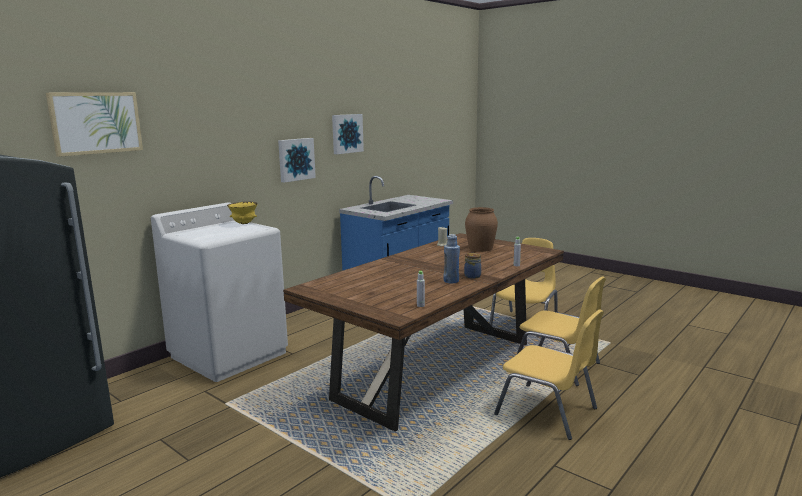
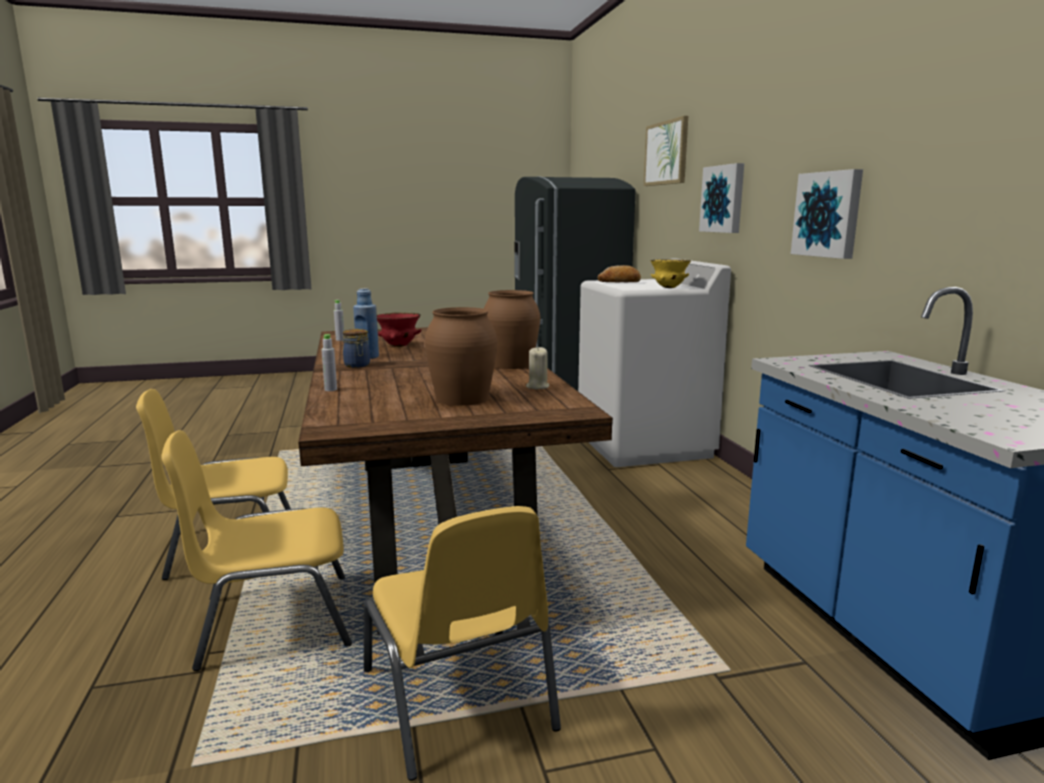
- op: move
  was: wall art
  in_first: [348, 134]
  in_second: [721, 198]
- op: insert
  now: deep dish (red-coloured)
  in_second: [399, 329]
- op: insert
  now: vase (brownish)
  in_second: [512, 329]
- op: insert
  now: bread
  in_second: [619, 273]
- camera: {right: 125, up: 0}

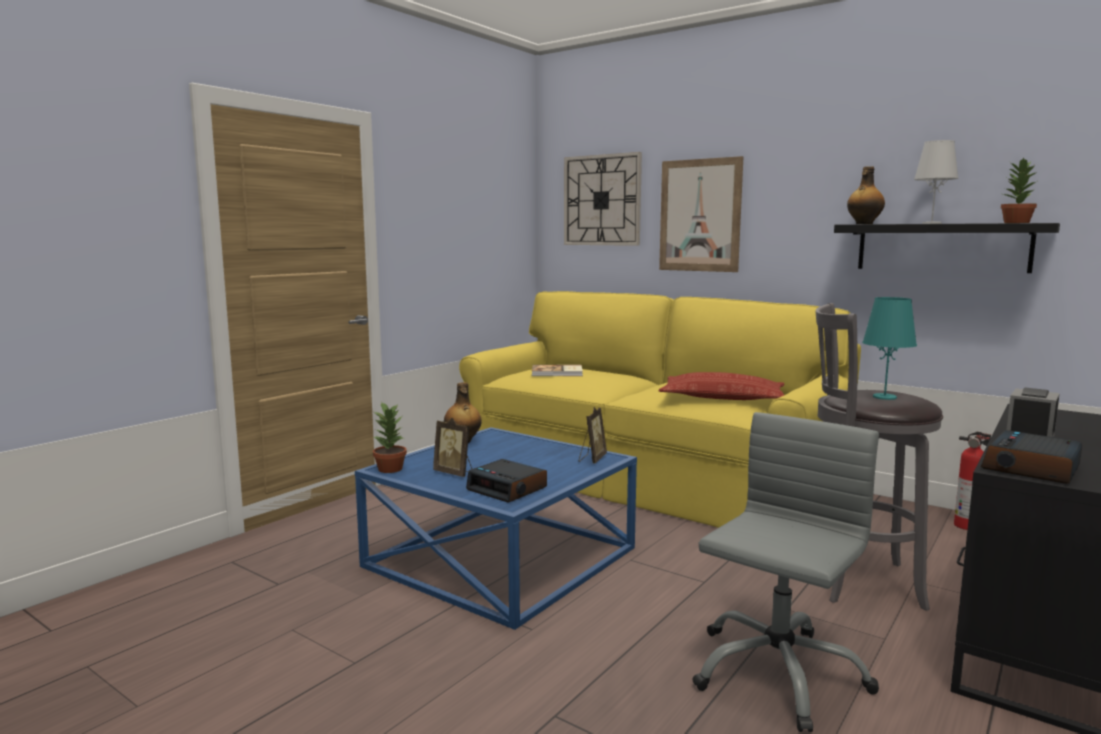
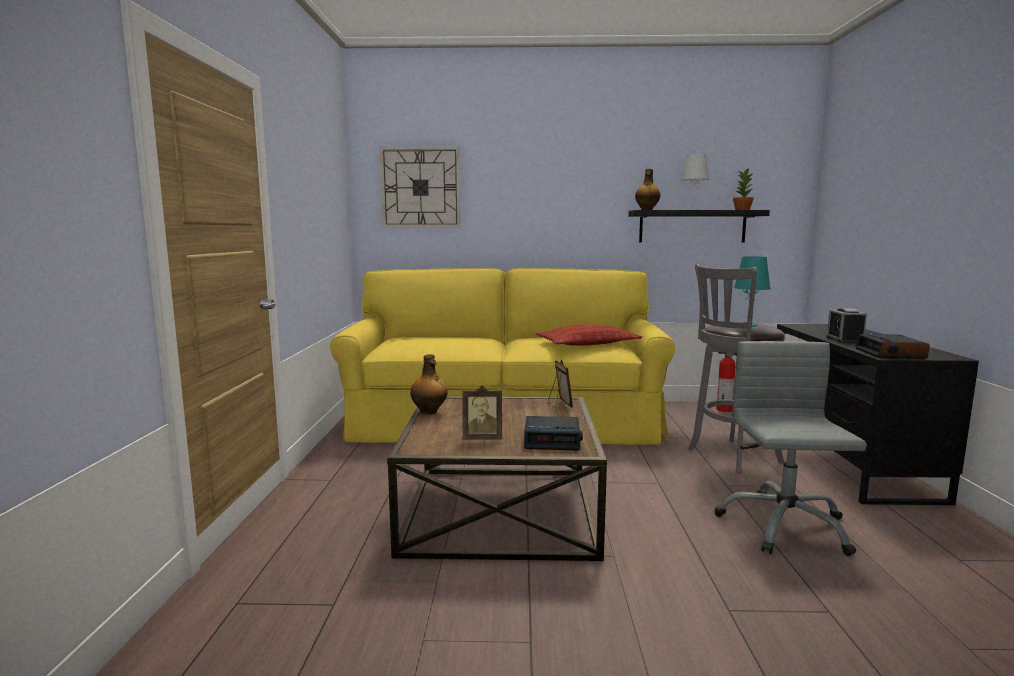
- op: recolor
  was: lounge table (bluish)
  now: lounge table (brownish)
  in_first: [496, 528]
  in_second: [497, 478]
- op: delete
  was: plant in a pot
  in_first: [390, 437]
- op: delete
  was: volume
  in_first: [557, 370]
- op: delete
  was: wall art
  in_first: [701, 214]
- camera: {right: -35, up: 0}

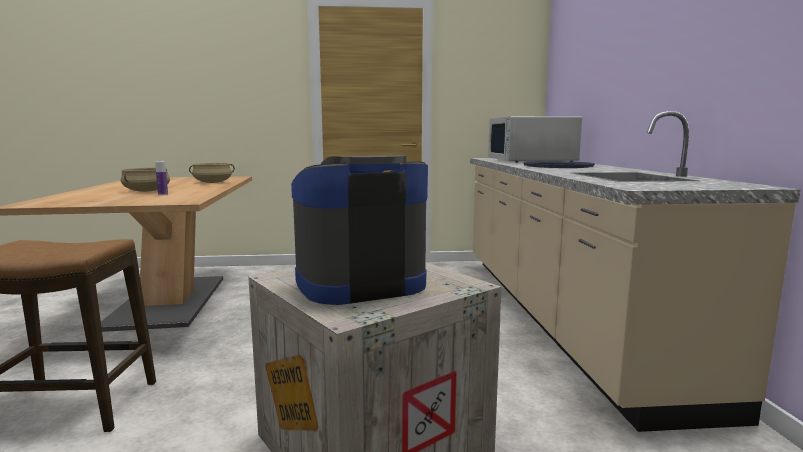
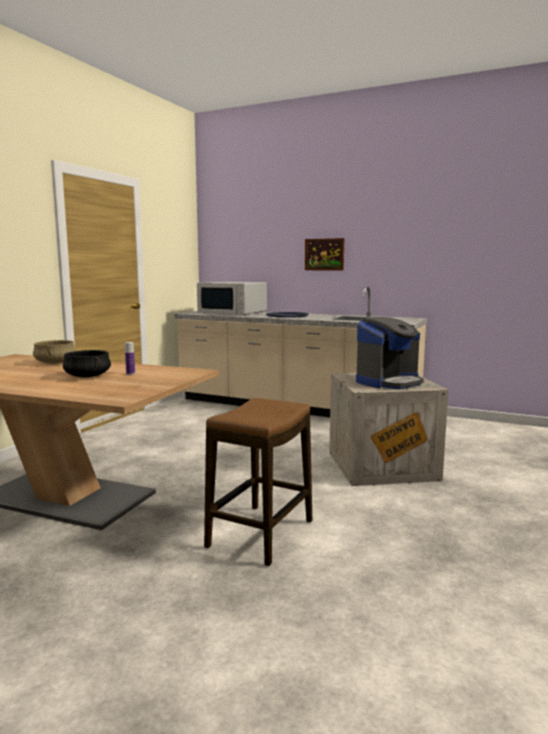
- op: recolor
  was: saucepot (sand-coloured)
  now: saucepot (black-coloured)
  in_first: [145, 180]
  in_second: [87, 363]
- op: rotate
  was: coffee maker
  in_first: [359, 230]
  in_second: [390, 353]
  clockwise: -135
- op: insert
  now: wall art
  in_second: [325, 254]
- camera: {right: -60, up: 0}

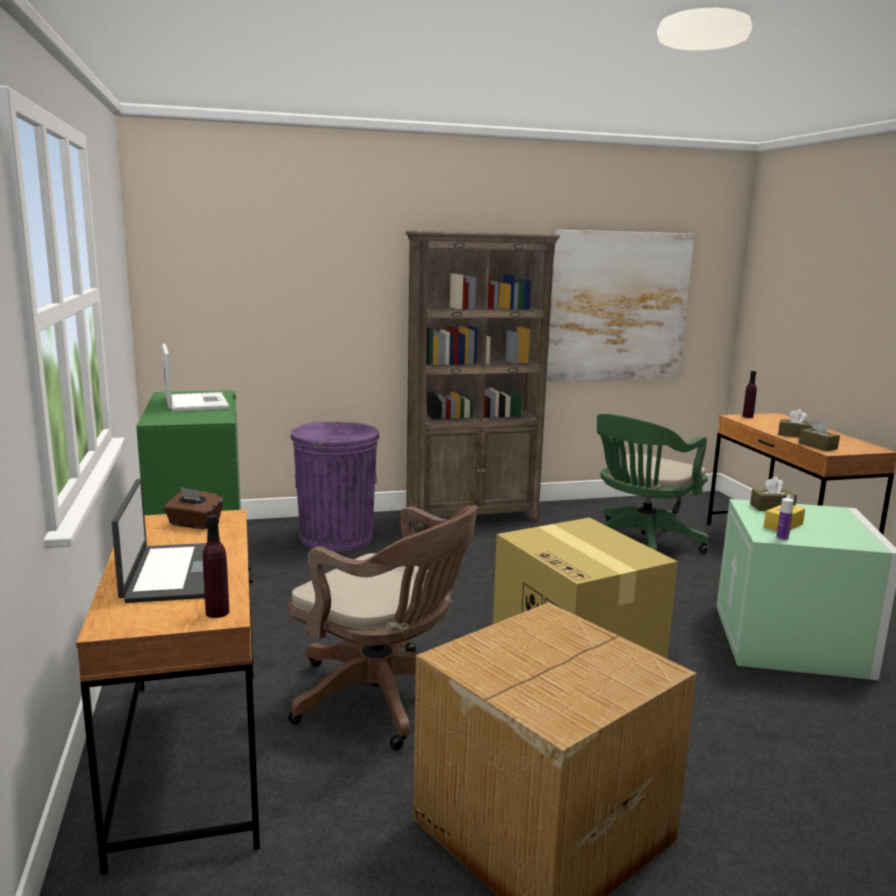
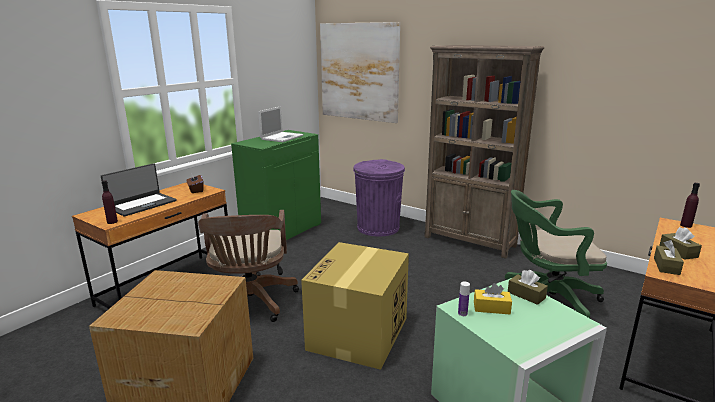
- op: move
  was: wall art
  in_first: [620, 306]
  in_second: [360, 72]
- camera: {right: 50, up: 5}

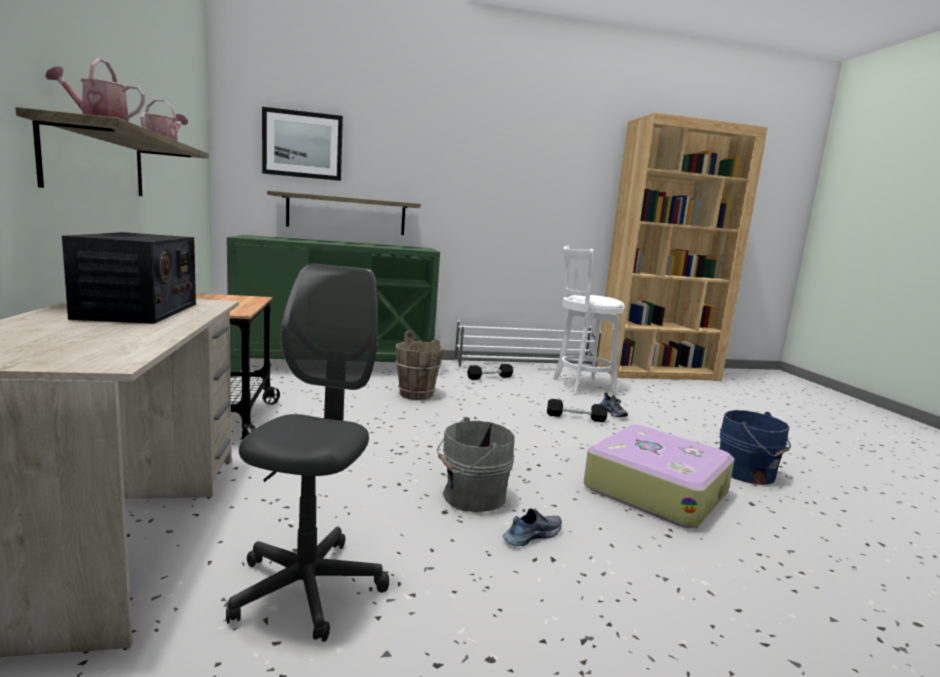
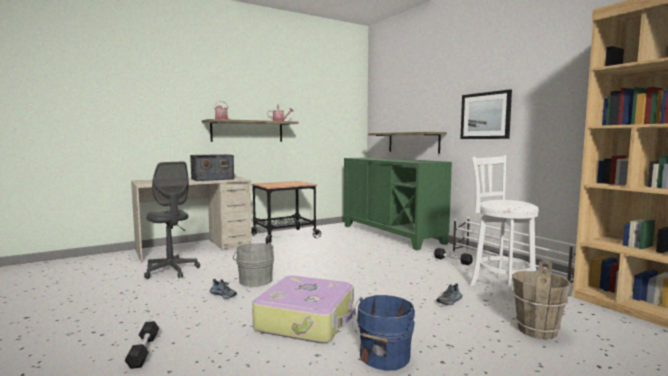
- op: rotate
  was: office chair (greyish)
  in_first: [307, 452]
  in_second: [172, 220]
  clockwise: 60
- op: move
  was: wall art
  in_first: [302, 144]
  in_second: [486, 114]
- op: move
  was: bucket (brownish)
  in_first: [419, 365]
  in_second: [541, 299]
- op: move
  was: hand weight (black-coloured)
  in_first: [577, 410]
  in_second: [142, 345]
- camera: {right: 70, up: -5}

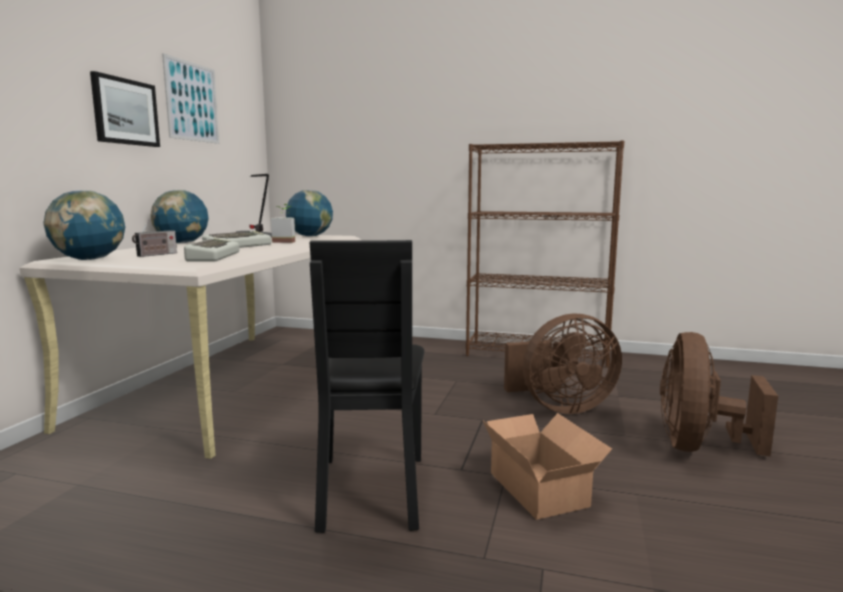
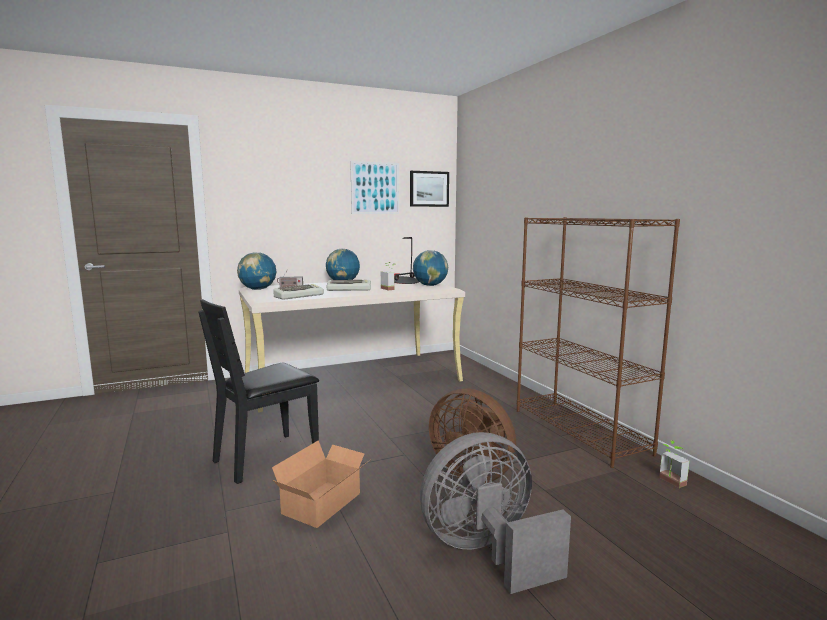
- op: move
  was: wall art
  in_first: [125, 109]
  in_second: [429, 189]
- op: recolor
  was: cooling fan (brownish)
  now: cooling fan (greyish)
  in_first: [719, 394]
  in_second: [495, 513]
- op: insert
  now: plant in a pot
  in_second: [674, 464]
- camera: {right: 50, up: 0}

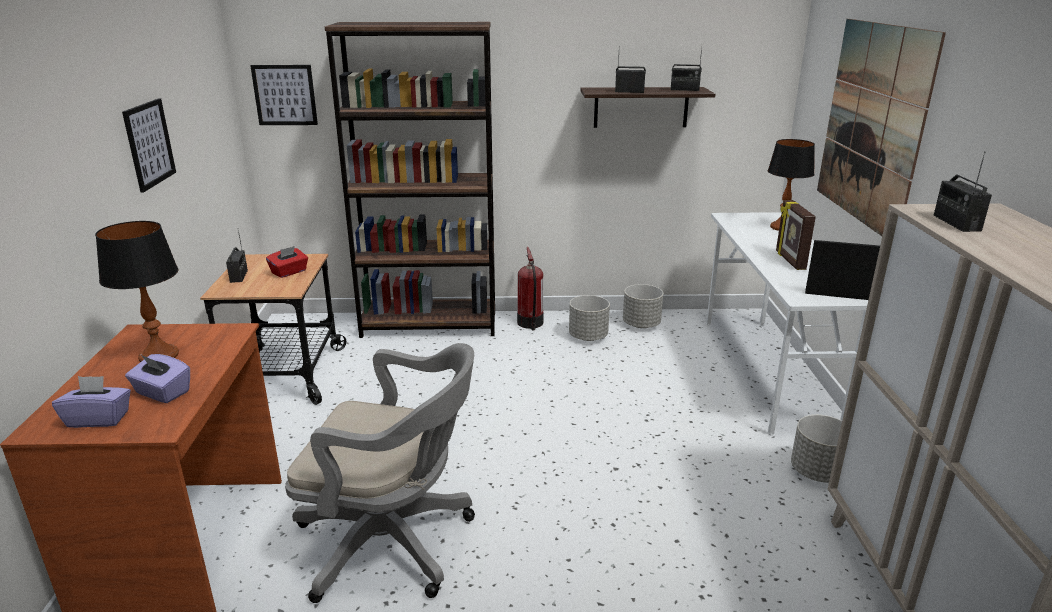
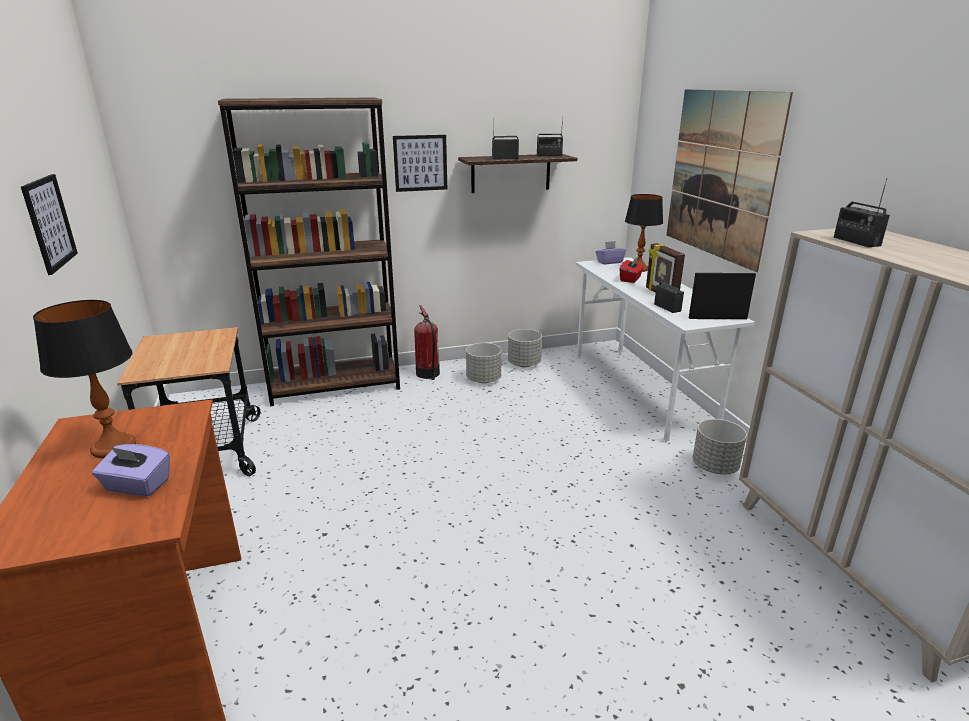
- op: move
  was: tissue box (purplish)
  in_first: [91, 402]
  in_second: [611, 252]
- op: move
  was: radio receiver
  in_first: [237, 256]
  in_second: [669, 290]
- op: move
  was: wall art
  in_first: [284, 95]
  in_second: [420, 163]
- op: move
  was: tissue box (red-coloured)
  in_first: [287, 262]
  in_second: [632, 270]
- op: delete
  was: office chair (greyish)
  in_first: [380, 473]
- camera: {right: -15, up: 0}

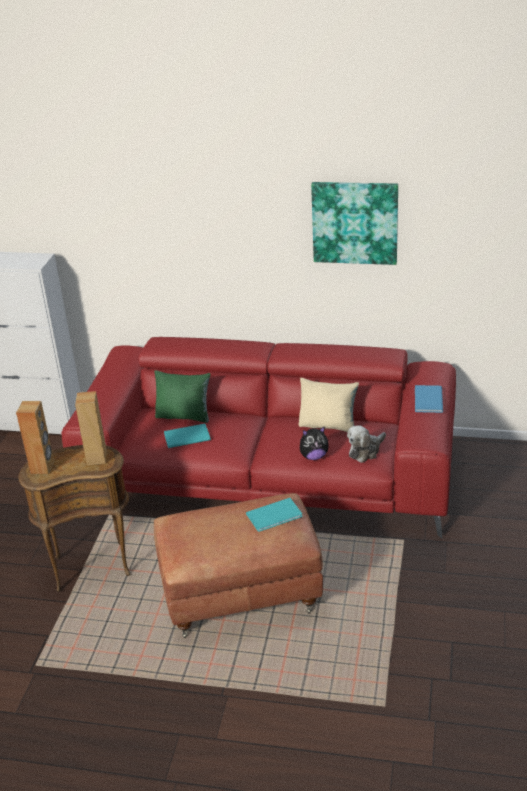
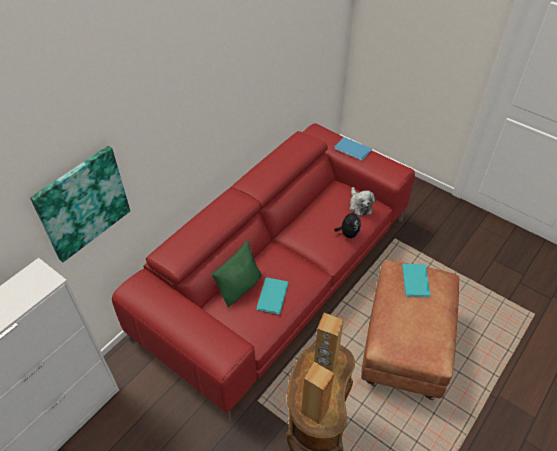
- op: delete
  was: cushion (sand-coloured)
  in_first: [329, 405]
- op: move
  was: wall art
  in_first: [354, 223]
  in_second: [80, 204]
- camera: {right: -65, up: 15}

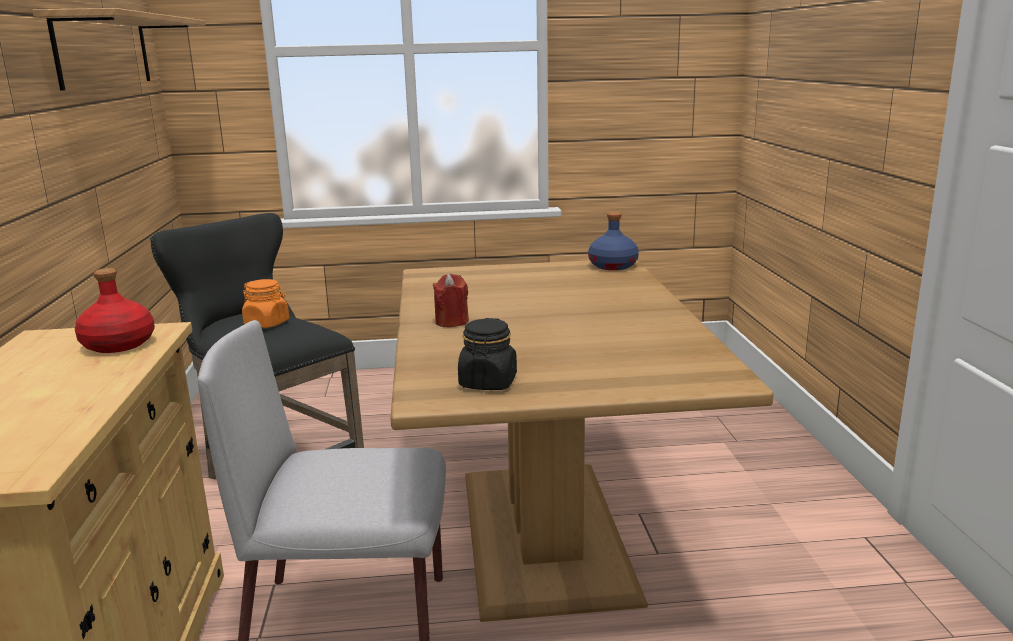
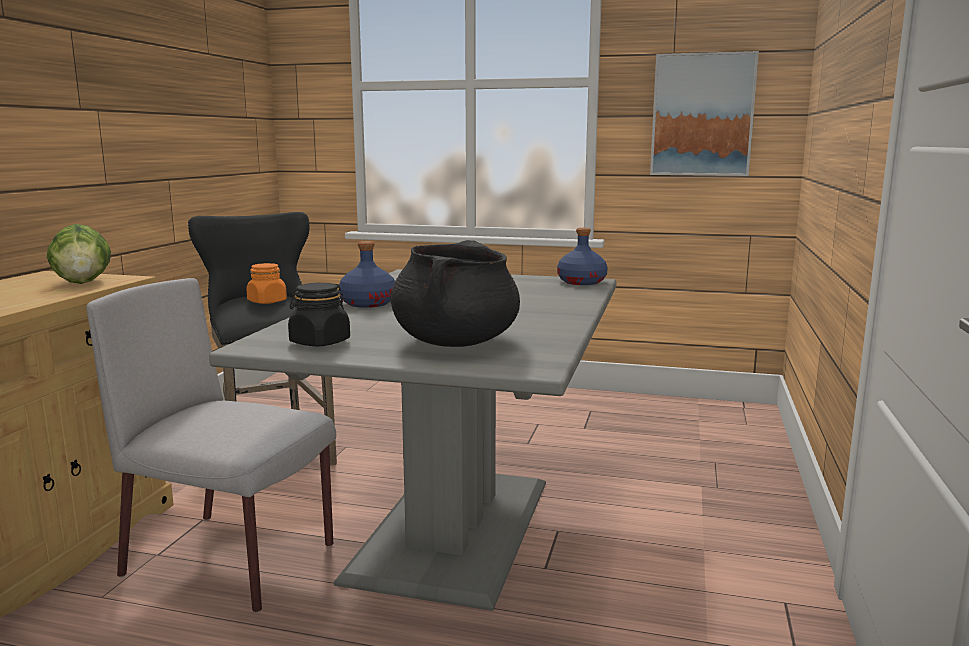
- op: delete
  was: wall shelf
  in_first: [119, 49]
- op: replace
  was: drink bottle (red-coloured)
  now: head of lettuce
  in_first: [115, 310]
  in_second: [79, 254]
- op: recolor
  was: kitchen table (brownish)
  now: kitchen table (greyish)
  in_first: [582, 441]
  in_second: [413, 440]
- op: replace
  was: wax light (red-coloured)
  now: drink bottle (bluish)
  in_first: [451, 300]
  in_second: [367, 274]
- op: insert
  now: saucepot (black-coloured)
  in_second: [455, 293]
- op: insert
  now: wall art
  in_second: [704, 113]
- camera: {right: 20, up: -5}

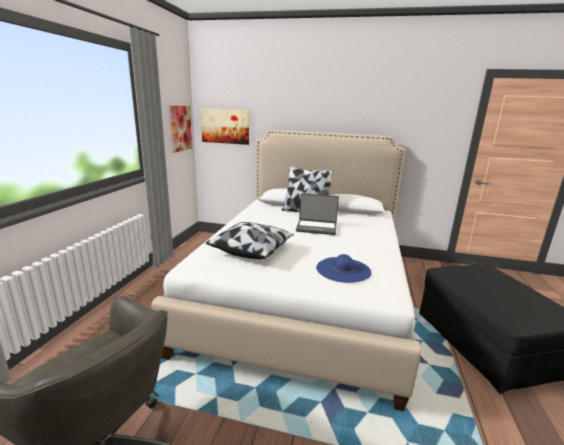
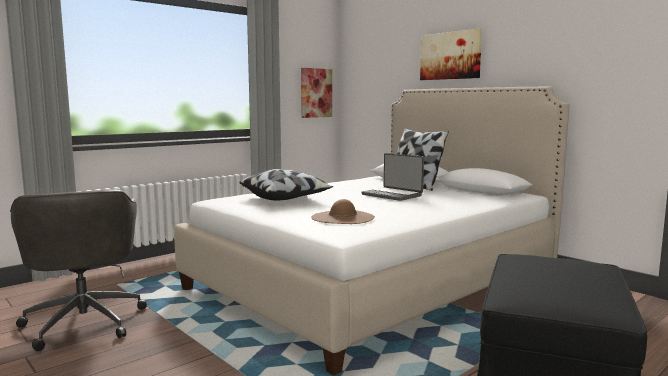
- op: move
  was: wall art
  in_first: [225, 126]
  in_second: [451, 54]
- op: recolor
  was: clothing hat (bluish)
  now: clothing hat (brownish)
  in_first: [343, 268]
  in_second: [343, 211]
- camera: {right: 35, up: -10}

